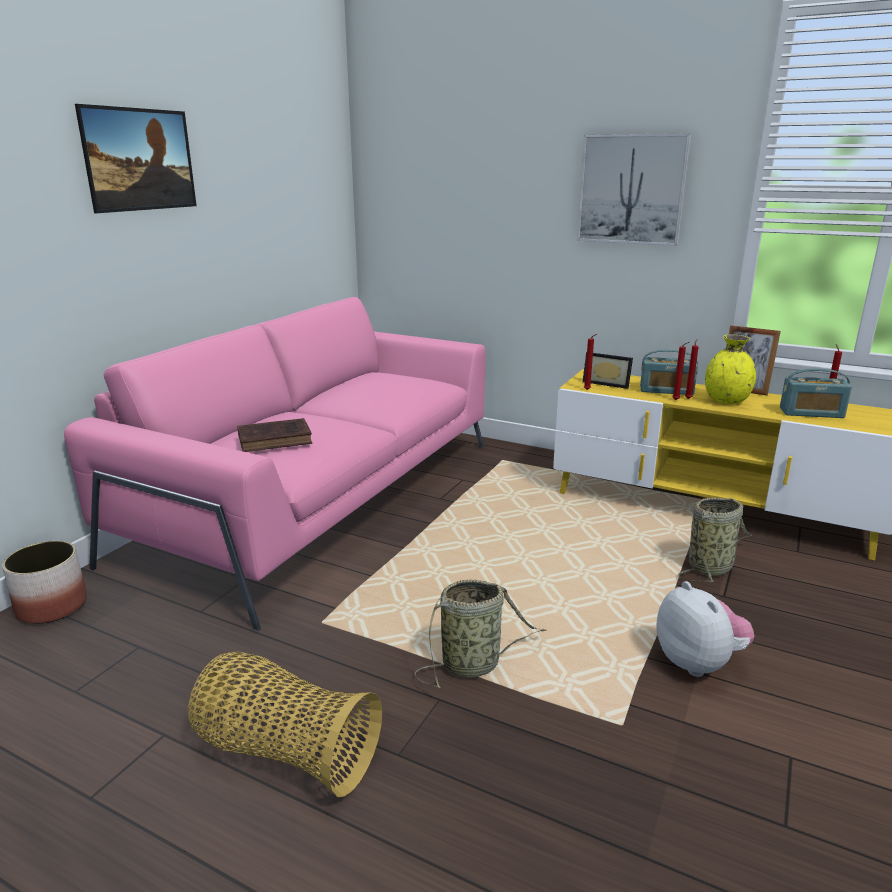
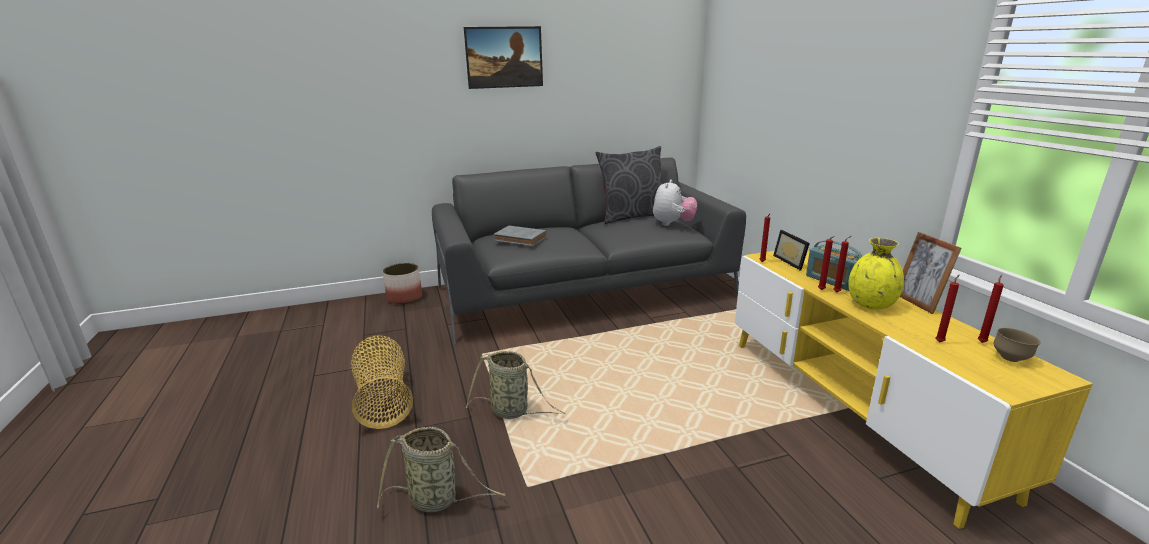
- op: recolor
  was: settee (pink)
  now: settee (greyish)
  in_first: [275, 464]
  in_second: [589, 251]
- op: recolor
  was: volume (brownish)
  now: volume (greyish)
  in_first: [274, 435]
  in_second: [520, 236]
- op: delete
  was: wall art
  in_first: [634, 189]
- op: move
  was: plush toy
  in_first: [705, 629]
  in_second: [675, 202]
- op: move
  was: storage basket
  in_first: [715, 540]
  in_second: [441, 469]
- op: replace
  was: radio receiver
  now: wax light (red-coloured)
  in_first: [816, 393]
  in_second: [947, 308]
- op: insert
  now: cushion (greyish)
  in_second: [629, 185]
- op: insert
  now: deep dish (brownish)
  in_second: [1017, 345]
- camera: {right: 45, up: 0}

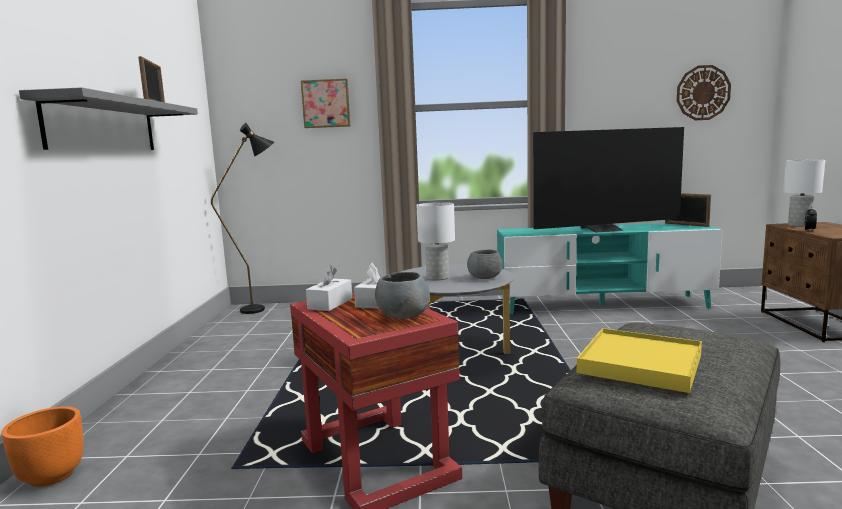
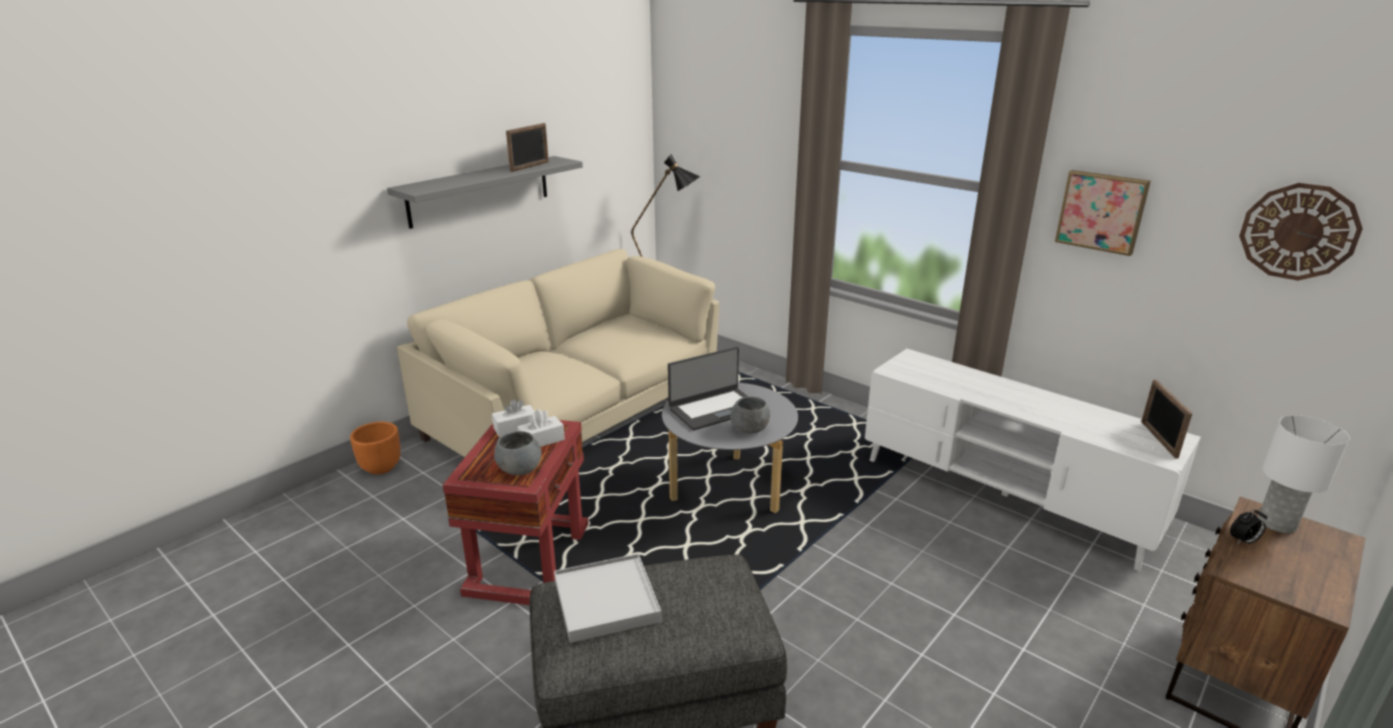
- op: move
  was: wall art
  in_first: [325, 103]
  in_second: [1103, 213]
- op: replace
  was: tabletop lamp (whitish)
  now: portable computer
  in_first: [436, 241]
  in_second: [708, 388]
- op: recolor
  was: media console (turquoise)
  now: media console (whitish)
  in_first: [609, 268]
  in_second: [1033, 460]
- op: delete
  was: TV
  in_first: [608, 180]
- op: recolor
  was: tray (yellow)
  now: tray (whitish)
  in_first: [639, 360]
  in_second: [608, 598]
- op: insert
  now: settee (sand-coloured)
  in_second: [558, 353]
- camera: {right: 40, up: 15}

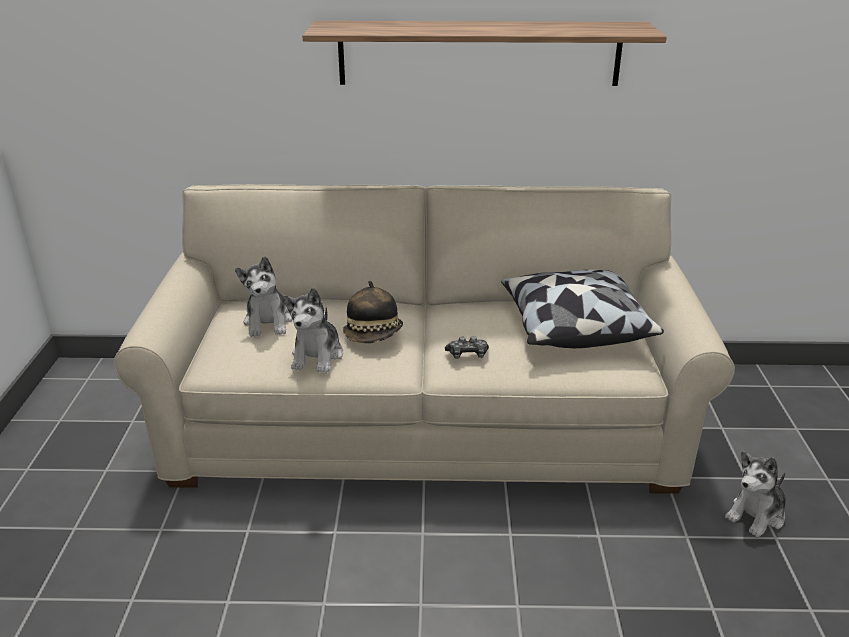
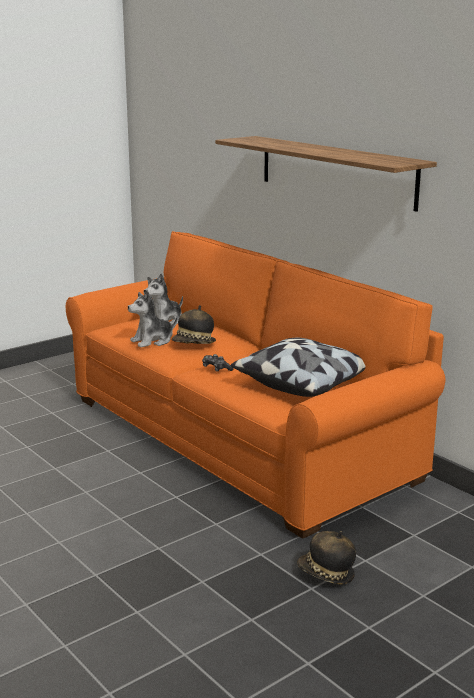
- op: recolor
  was: settee (sand-coloured)
  now: settee (orangey)
  in_first: [424, 339]
  in_second: [255, 385]
- op: replace
  was: plush toy
  now: clothing hat
  in_first: [755, 494]
  in_second: [326, 558]
- camera: {right: 50, up: -10}

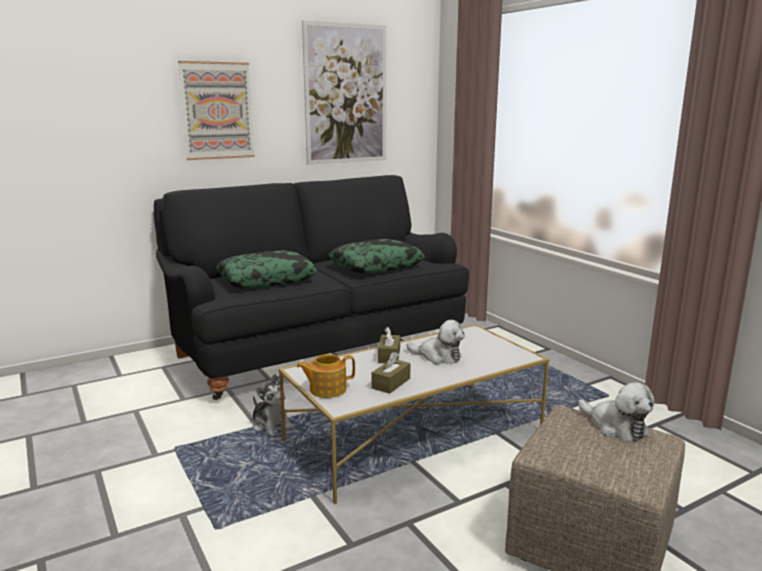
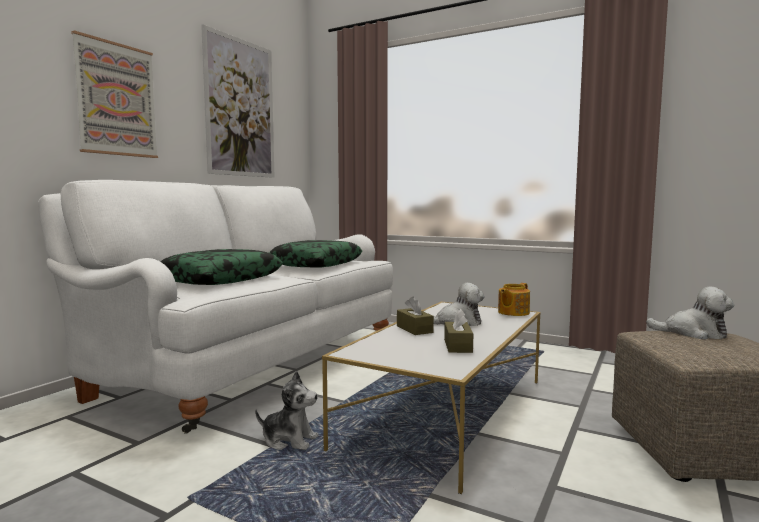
- op: recolor
  was: settee (black-coloured)
  now: settee (whitish)
  in_first: [311, 287]
  in_second: [215, 307]
- op: move
  was: tea pot
  in_first: [326, 376]
  in_second: [514, 299]
- camera: {right: -30, up: -10}

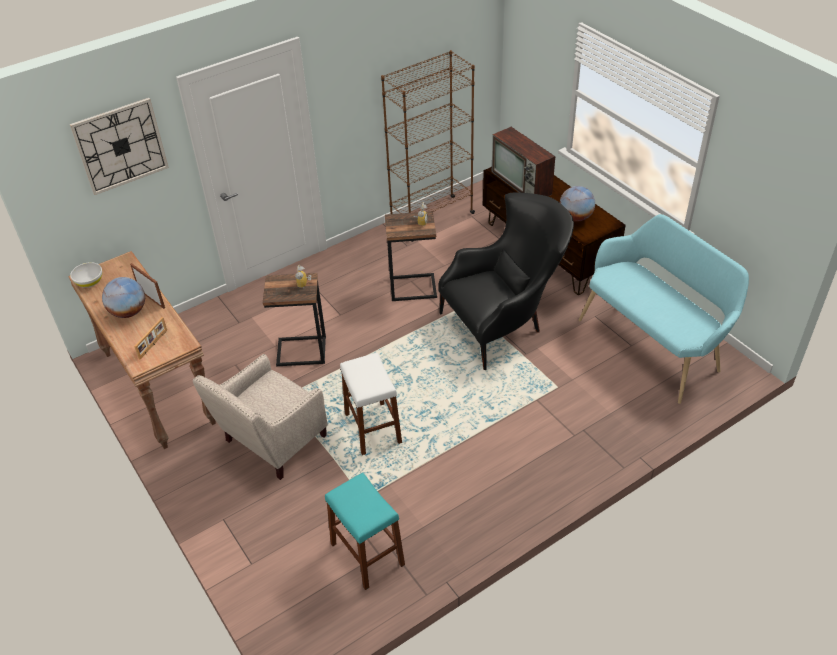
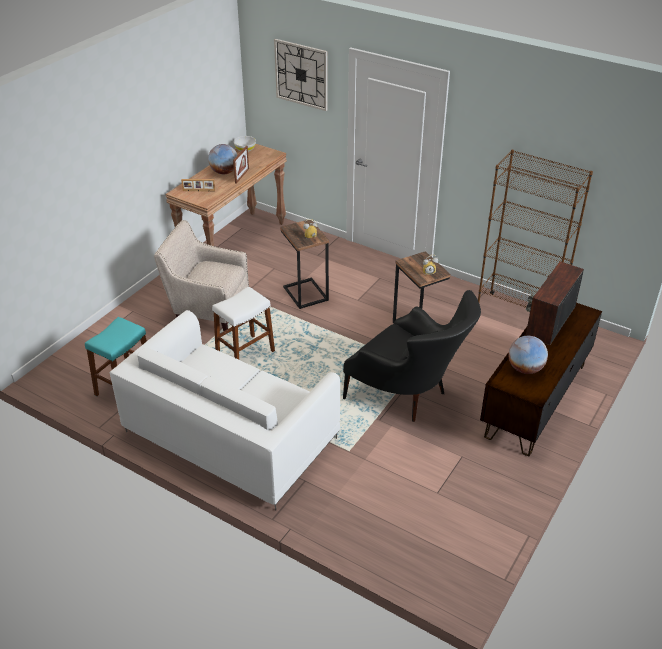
- op: delete
  was: indoor bench (turquoise)
  in_first: [664, 309]
- op: insert
  now: settee (whitish)
  in_second: [225, 410]
- camera: {right: 65, up: -5}

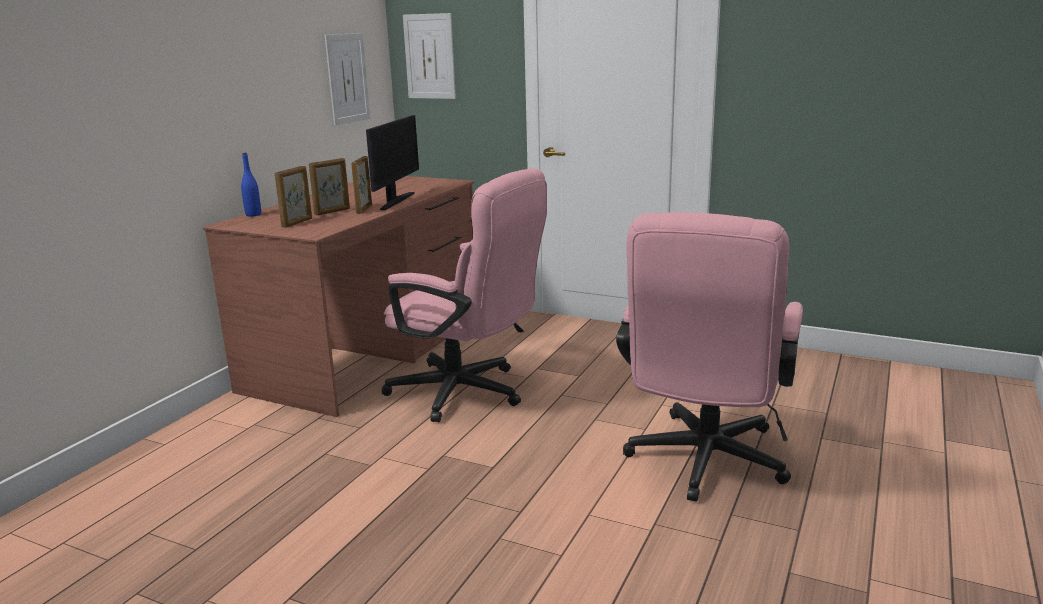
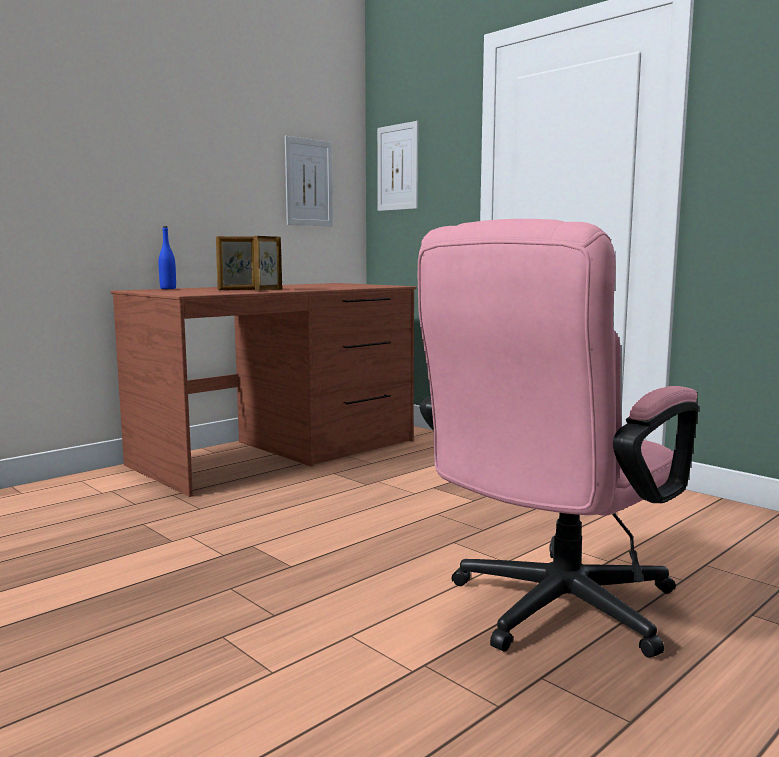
- op: delete
  was: standing frame
  in_first: [293, 197]
- op: delete
  was: computer screen
  in_first: [392, 162]
- op: delete
  was: office chair (pink)
  in_first: [464, 295]
- camera: {right: 20, up: -10}

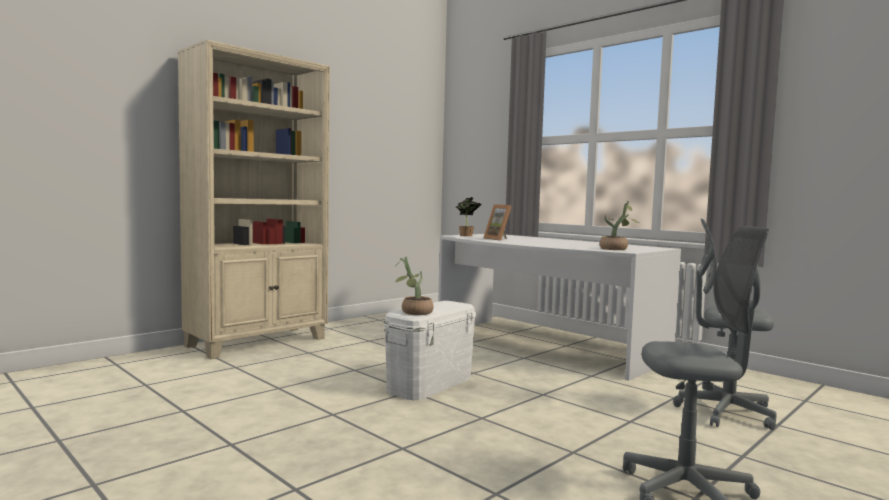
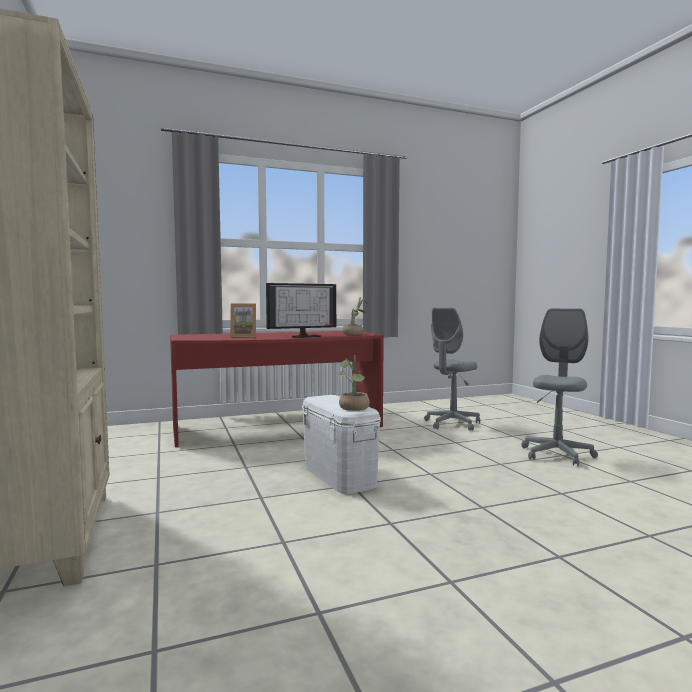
- op: recolor
  was: desk table (whitish)
  now: desk table (red-coloured)
  in_first: [559, 307]
  in_second: [277, 389]
- op: delete
  was: plant in a pot
  in_first: [468, 216]
- op: insert
  now: computer screen
  in_second: [301, 310]
- camera: {right: -65, up: 0}

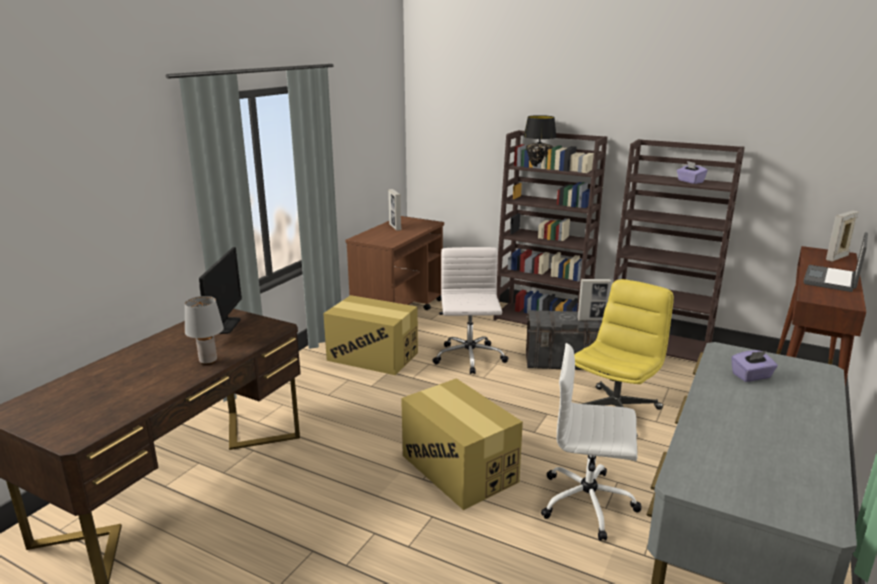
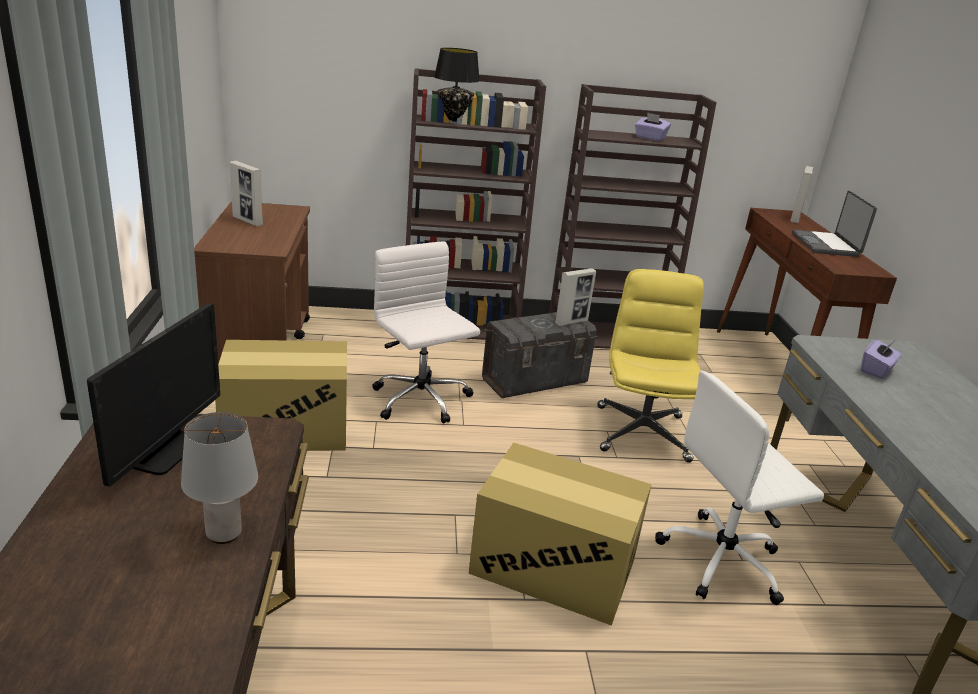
- op: rotate
  was: computer screen
  in_first: [220, 290]
  in_second: [153, 395]
  clockwise: 45
- camera: {right: -35, up: 5}

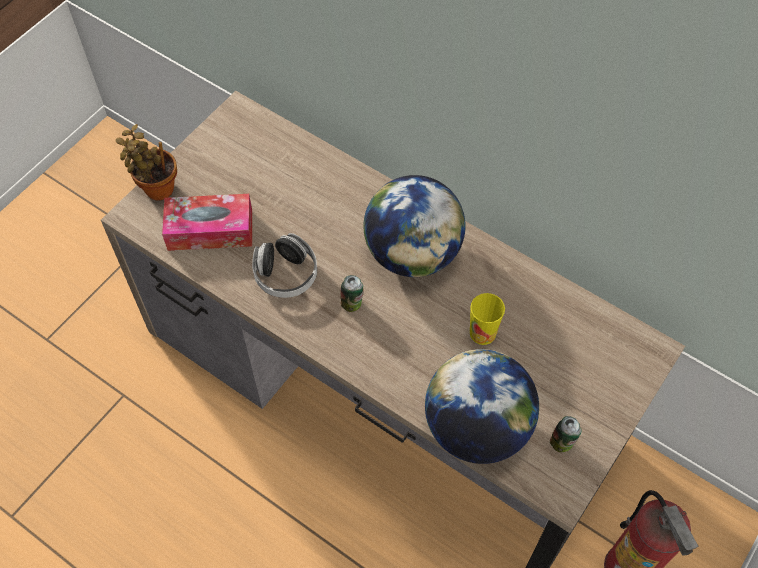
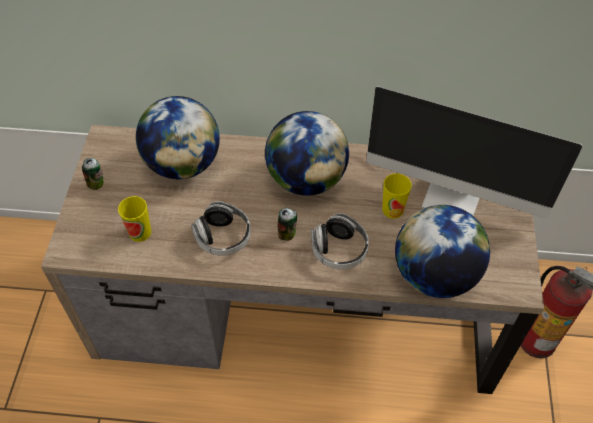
- op: delete
  was: plant in a pot
  in_first: [146, 162]
- op: replace
  was: tissue box
  now: drinking cup
  in_first: [207, 222]
  in_second: [134, 219]
- op: move
  was: metal can
  in_first: [565, 434]
  in_second: [92, 174]
- op: insert
  now: desk globe
  in_second: [178, 137]
- op: insert
  now: headset
  in_second: [340, 241]
- op: insert
  now: computer screen
  in_second: [474, 152]
- camera: {right: -30, up: -5}

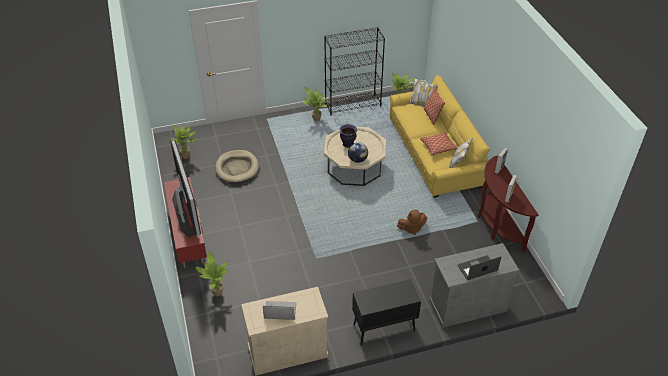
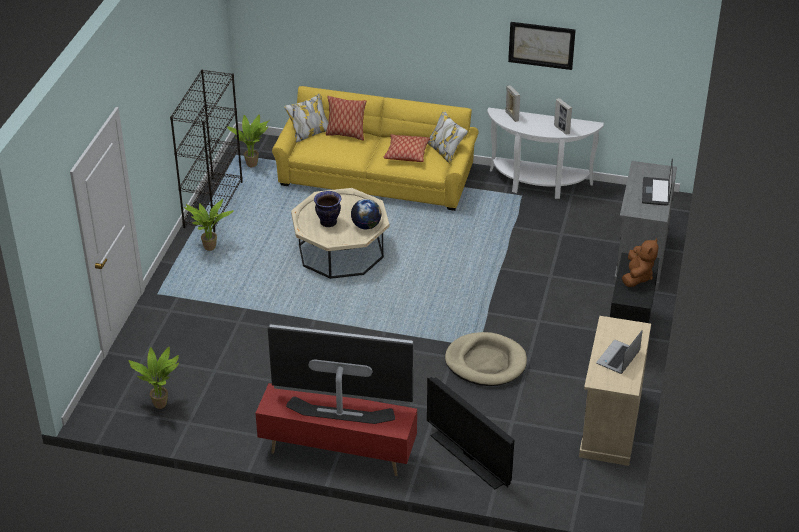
- op: replace
  was: plant in a pot
  now: TV
  in_first: [211, 274]
  in_second: [470, 433]
- op: move
  was: dog bed (sand-coloured)
  in_first: [237, 166]
  in_second: [486, 359]
- op: move
  was: plush toy (brownish)
  in_first: [412, 222]
  in_second: [640, 262]
- op: recolor
  was: console table (brownish)
  now: console table (whitish)
  in_first: [508, 204]
  in_second: [545, 153]
- op: insert
  now: wall art
  in_second: [542, 46]
- camera: {right: -60, up: -5}

